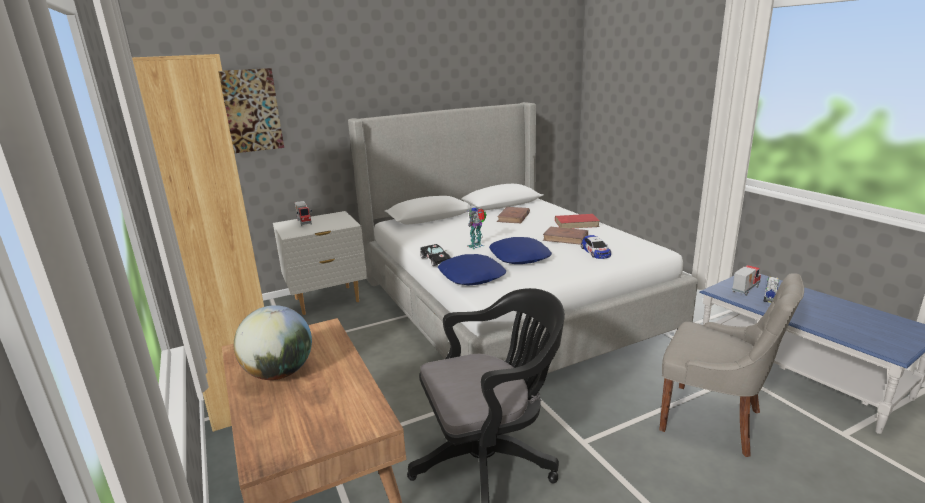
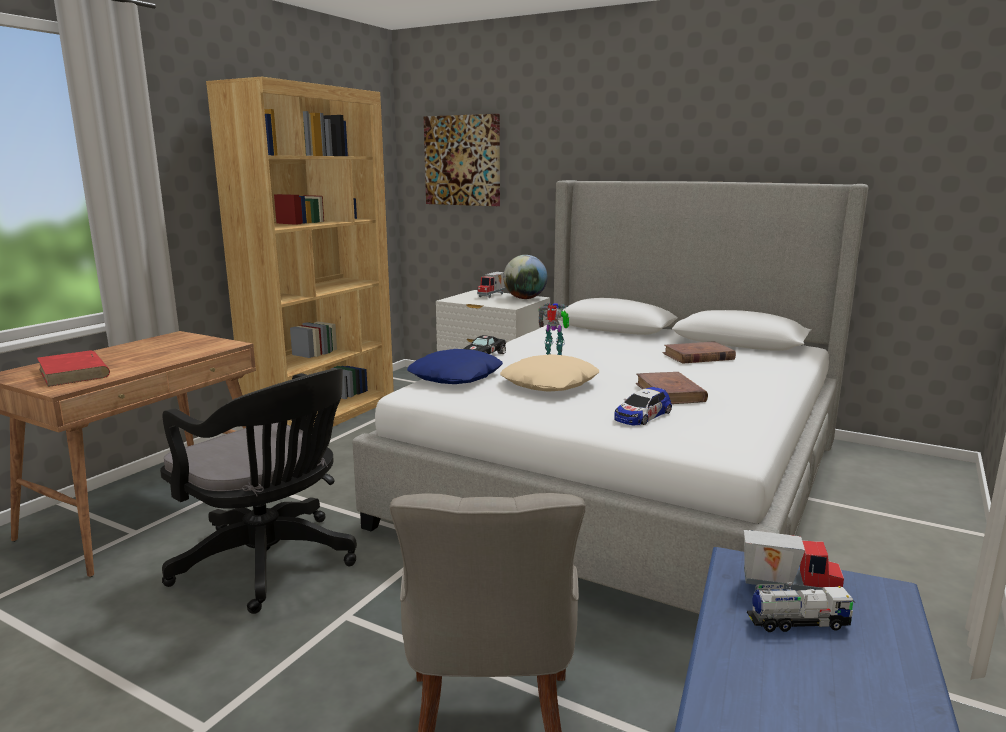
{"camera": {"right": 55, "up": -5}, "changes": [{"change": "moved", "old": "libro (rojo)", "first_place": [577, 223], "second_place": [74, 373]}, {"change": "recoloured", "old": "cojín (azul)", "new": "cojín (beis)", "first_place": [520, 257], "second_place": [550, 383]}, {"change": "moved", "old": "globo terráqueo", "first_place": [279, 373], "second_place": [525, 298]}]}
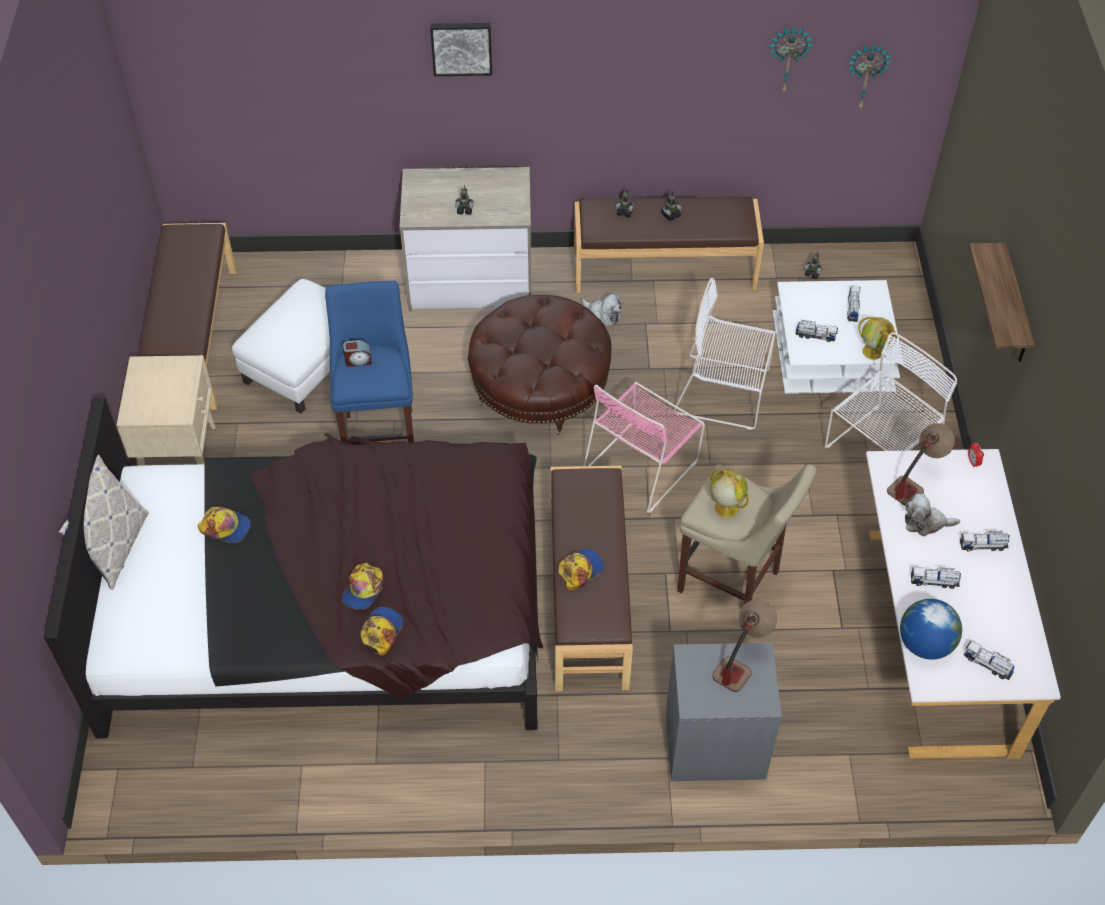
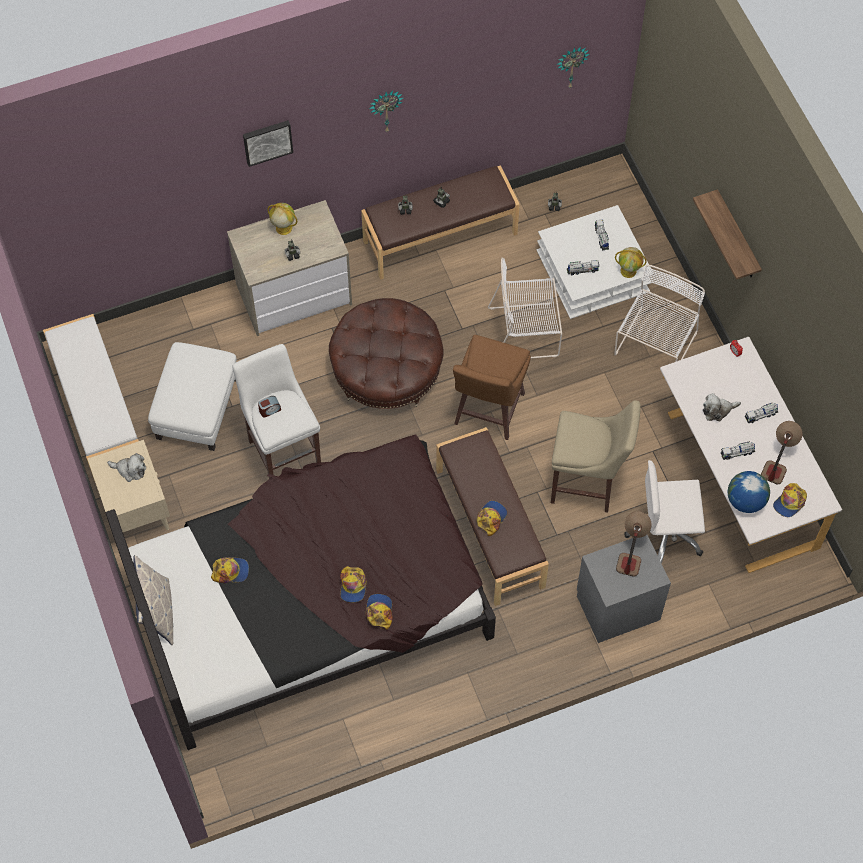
{"camera": {"right": -20, "up": 10}, "changes": [{"change": "moved", "old": "reloj de pared", "first_place": [788, 58], "second_place": [385, 110]}, {"change": "recoloured", "old": "banco (marrón)", "new": "banco (blanco)", "first_place": [194, 338], "second_place": [98, 413]}, {"change": "recoloured", "old": "taburete (azul)", "new": "taburete (blanco)", "first_place": [380, 435], "second_place": [283, 449]}, {"change": "moved", "old": "peluche", "first_place": [603, 314], "second_place": [130, 470]}, {"change": "replaced", "old": "silla (rosa)", "new": "taburete (marrón)", "first_place": [643, 464], "second_place": [488, 410]}, {"change": "moved", "old": "lámpara de mesa", "first_place": [915, 481], "second_place": [777, 462]}, {"change": "moved", "old": "globo terráqueo", "first_place": [725, 507], "second_place": [283, 228]}, {"change": "replaced", "old": "camión de juguete", "new": "gorra", "first_place": [987, 664], "second_place": [789, 502]}, {"change": "added", "new": "silla de oficina (blanco)", "second_place": [665, 534]}]}
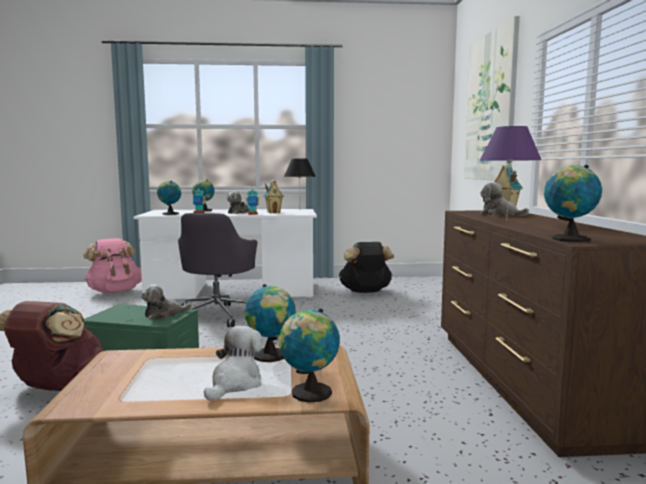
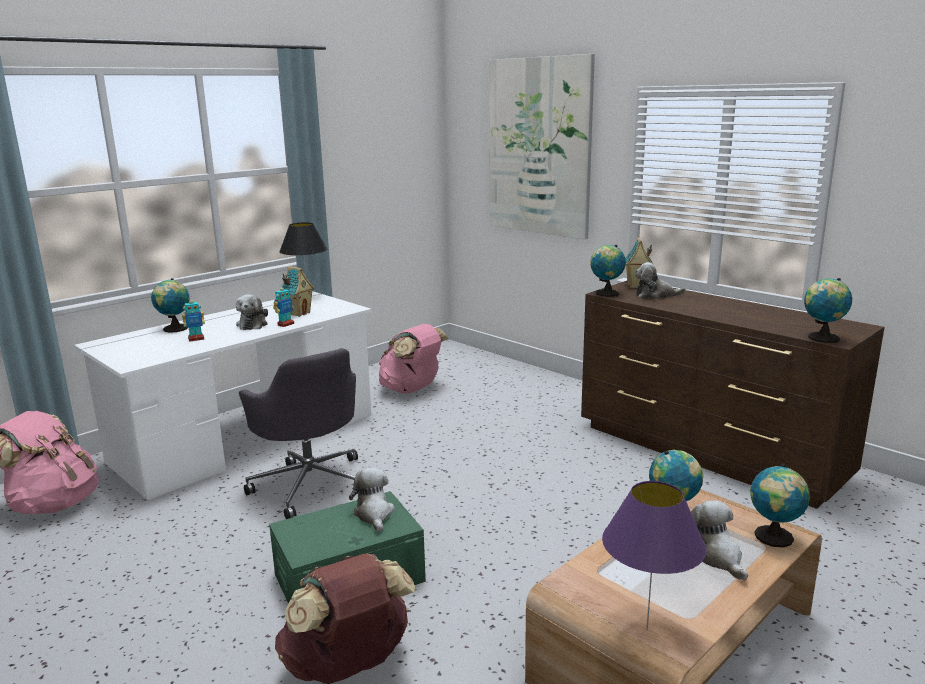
{"camera": {"right": -40, "up": 10}, "changes": [{"change": "moved", "old": "lámpara de mesa (morado)", "first_place": [506, 220], "second_place": [647, 629]}, {"change": "moved", "old": "globo terráqueo", "first_place": [169, 214], "second_place": [606, 293]}, {"change": "recoloured", "old": "mochila (negro)", "new": "mochila (rosa)", "first_place": [365, 292], "second_place": [412, 389]}, {"change": "turned", "old": "peluche", "first_place": [164, 314], "second_place": [374, 514], "degrees": 150}]}
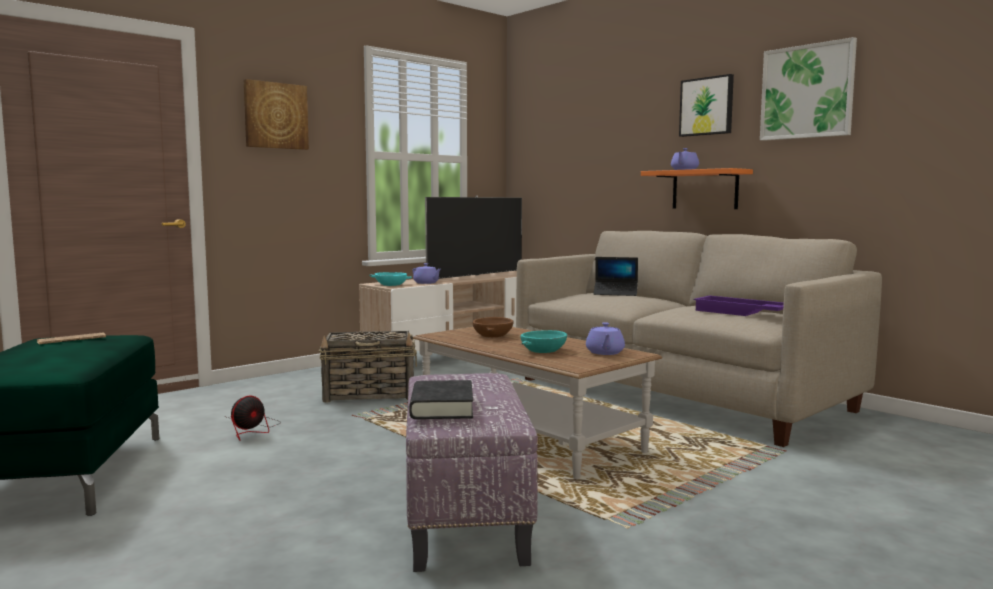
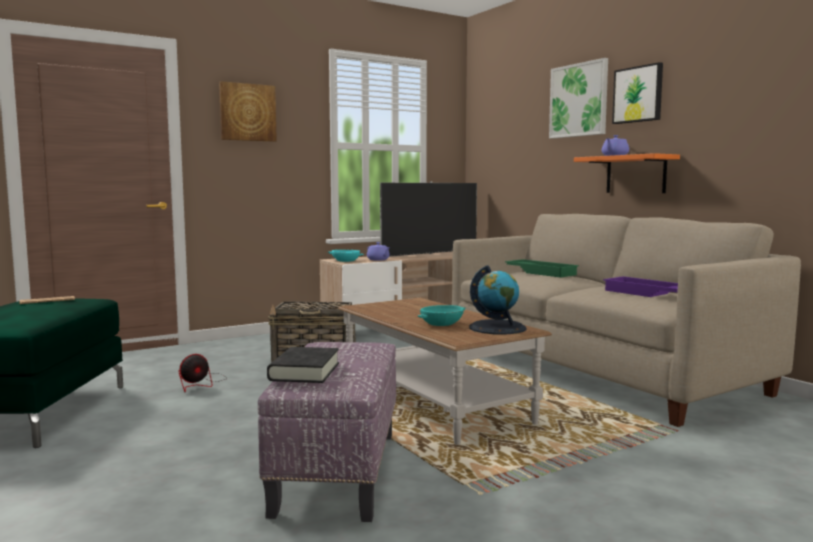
{"camera": {"right": 10, "up": 0}, "changes": [{"change": "moved", "old": "cuadro", "first_place": [807, 92], "second_place": [578, 100]}, {"change": "replaced", "old": "portátil", "new": "bandeja (verde)", "first_place": [615, 293], "second_place": [542, 272]}, {"change": "removed", "old": "cuenco (marrón)", "first_place": [493, 335]}, {"change": "replaced", "old": "tetera (morado)", "new": "globo terráqueo", "first_place": [605, 353], "second_place": [497, 328]}]}
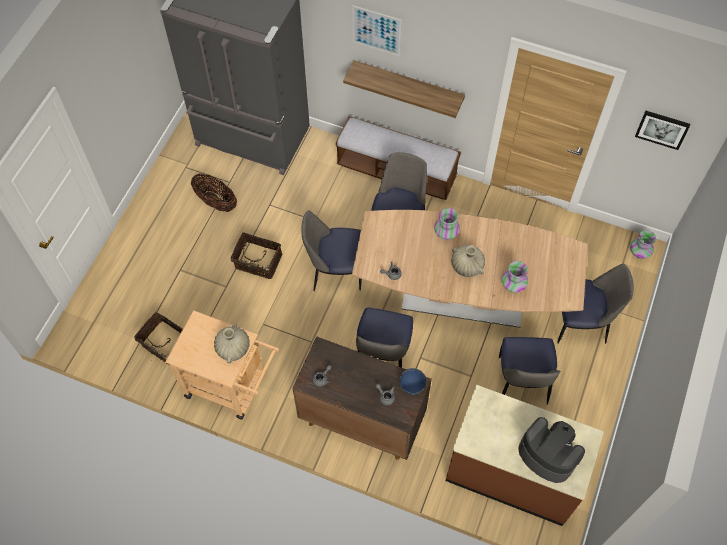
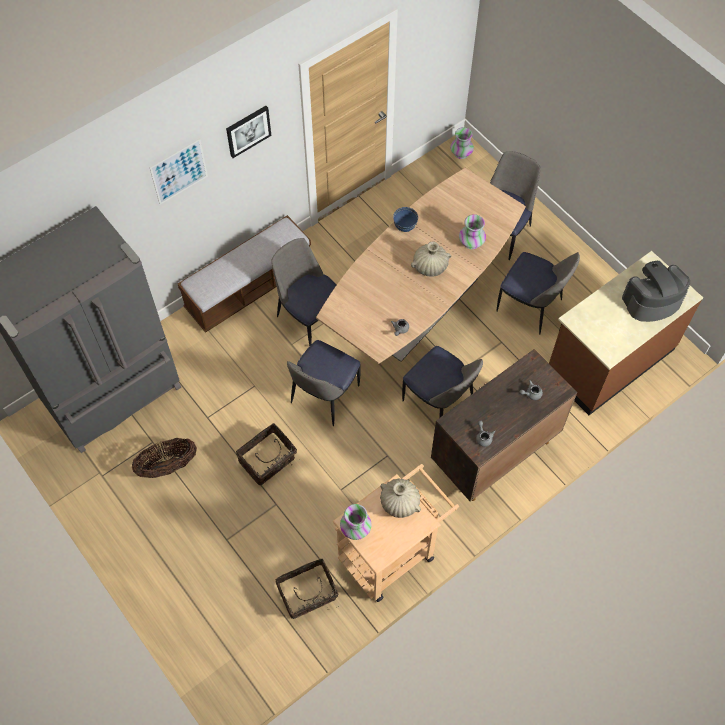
{"camera": {"right": -60, "up": 0}, "changes": [{"change": "removed", "old": "estante", "first_place": [408, 85]}, {"change": "moved", "old": "cuadro", "first_place": [662, 129], "second_place": [248, 131]}, {"change": "moved", "old": "florero", "first_place": [446, 233], "second_place": [355, 529]}, {"change": "moved", "old": "cuenco (azul)", "first_place": [412, 387], "second_place": [404, 227]}]}
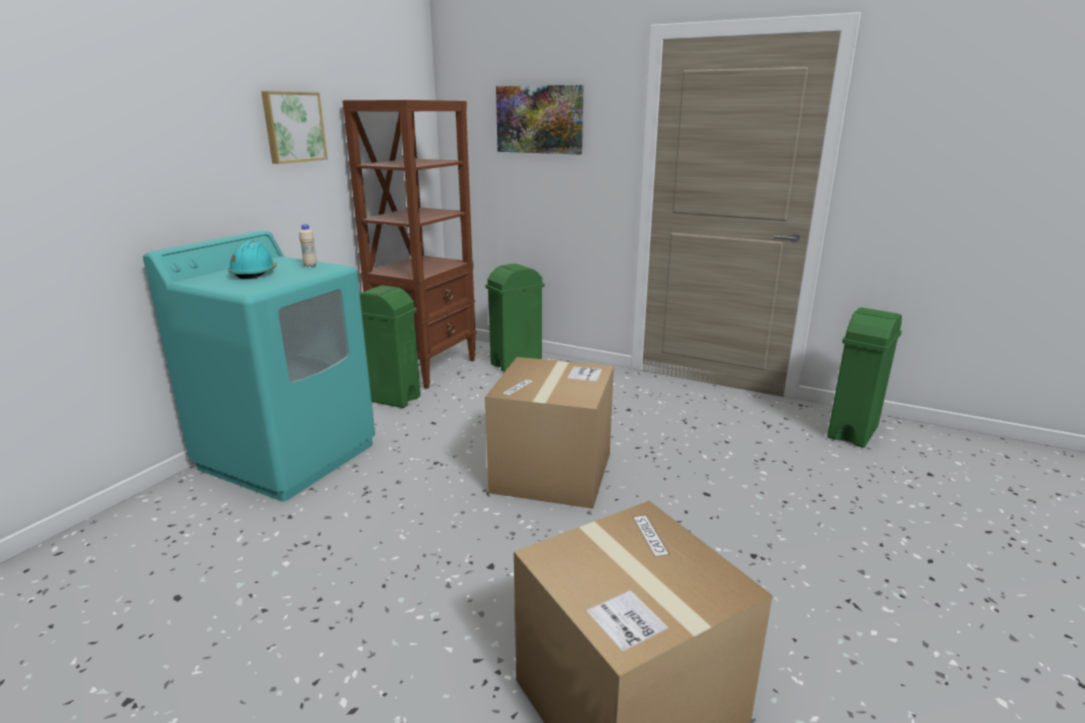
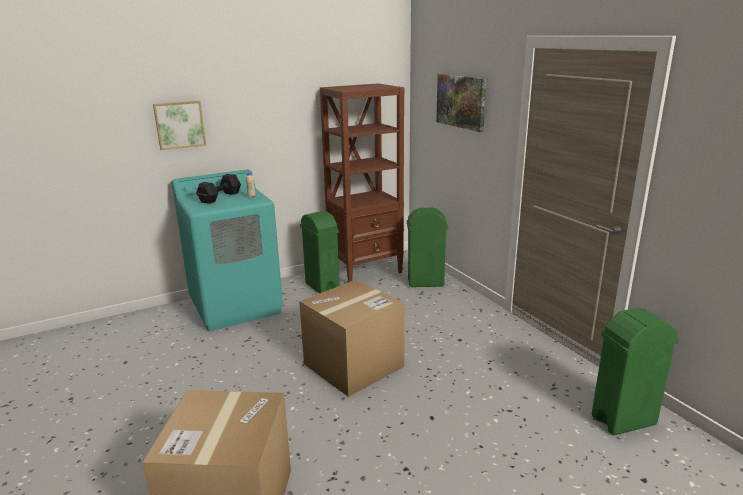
{"camera": {"right": 35, "up": 0}, "changes": [{"change": "moved", "old": "cuadro", "first_place": [293, 127], "second_place": [179, 124]}, {"change": "replaced", "old": "casco (turquesa)", "new": "mancuerna (negro)", "first_place": [254, 273], "second_place": [219, 197]}]}
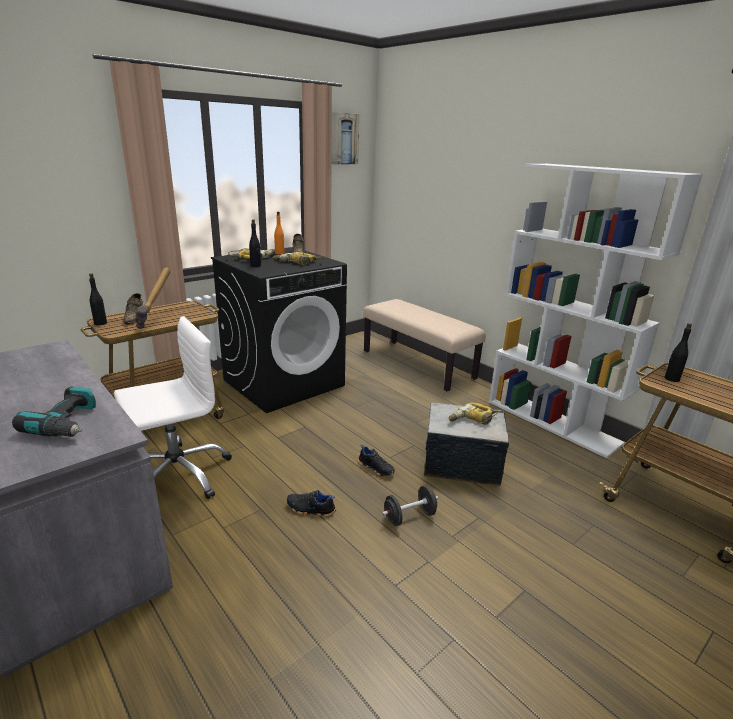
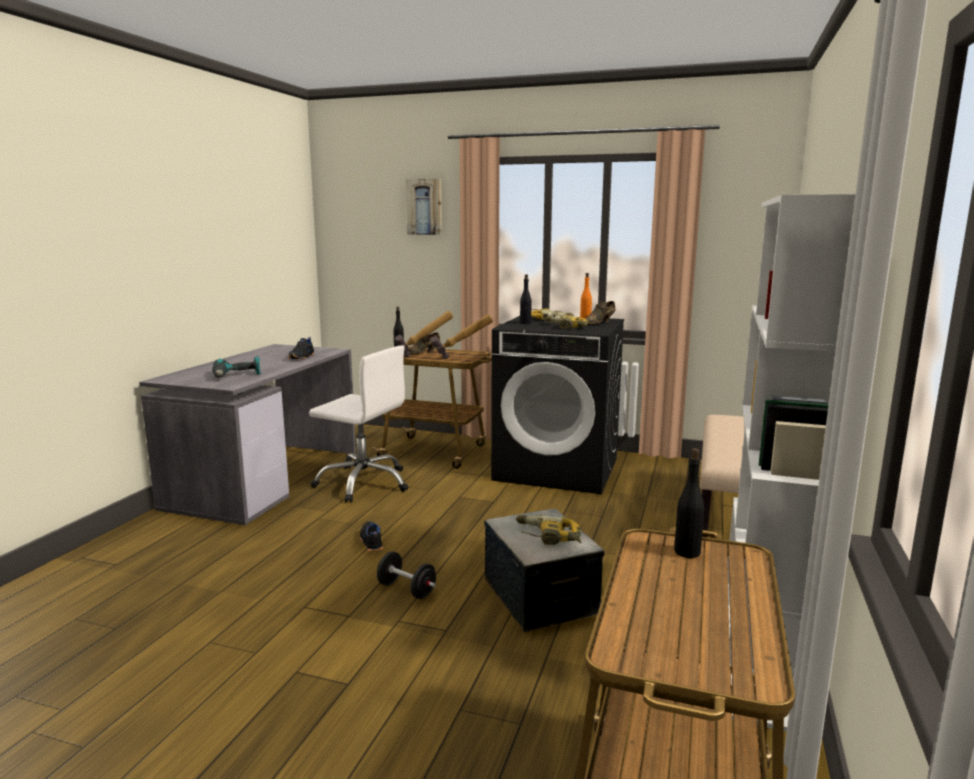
{"camera": {"right": 60, "up": -10}, "changes": [{"change": "moved", "old": "cuadro", "first_place": [343, 139], "second_place": [425, 207]}, {"change": "moved", "old": "zapato (negro)", "first_place": [376, 468], "second_place": [302, 357]}, {"change": "added", "new": "martillo", "second_place": [462, 360]}]}
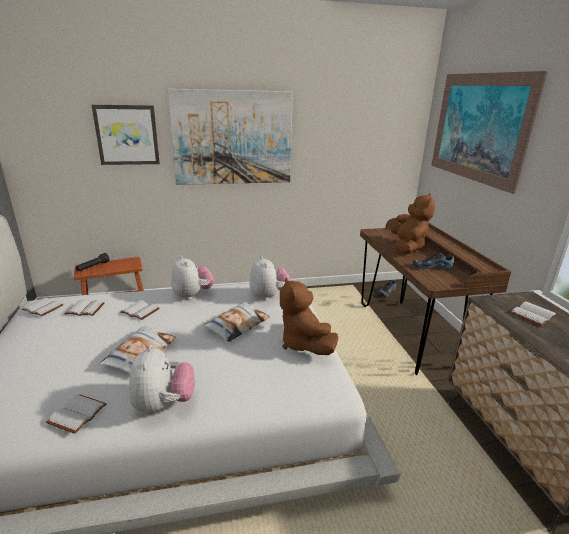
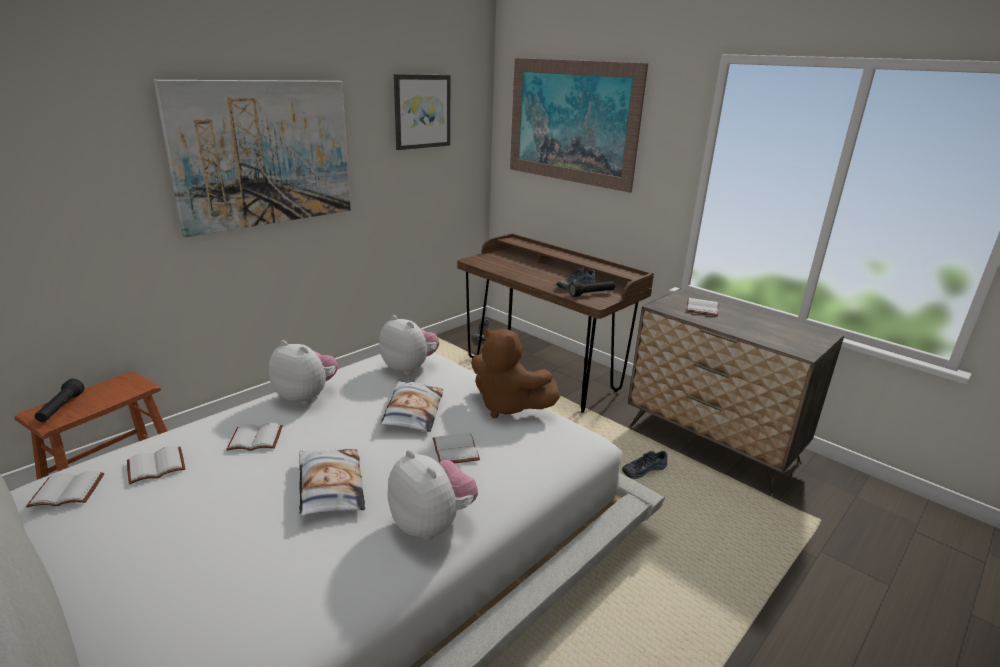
{"camera": {"right": -35, "up": 0}, "changes": [{"change": "moved", "old": "cuadro", "first_place": [127, 135], "second_place": [422, 111]}, {"change": "removed", "old": "peluche (marrón)", "first_place": [407, 247]}, {"change": "moved", "old": "libro (blanco)", "first_place": [77, 413], "second_place": [454, 450]}, {"change": "added", "new": "linterna (negro)", "second_place": [592, 294]}, {"change": "added", "new": "zapato", "second_place": [643, 469]}]}
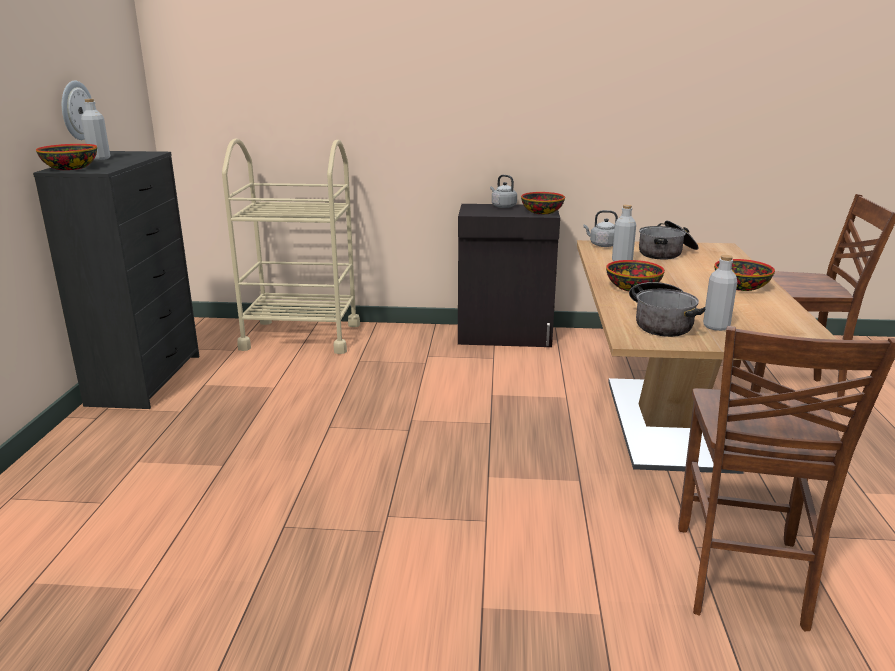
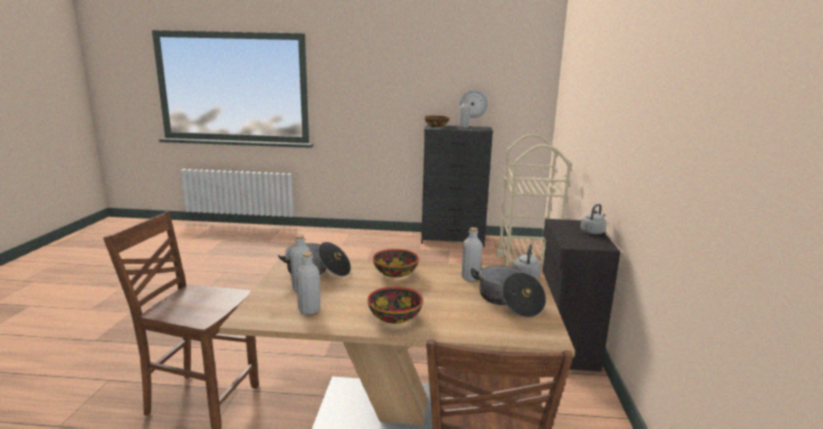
{"camera": {"right": 90, "up": -5}, "changes": [{"change": "removed", "old": "cuenco", "first_place": [542, 212]}, {"change": "added", "new": "botella (gris)", "second_place": [309, 310]}]}
